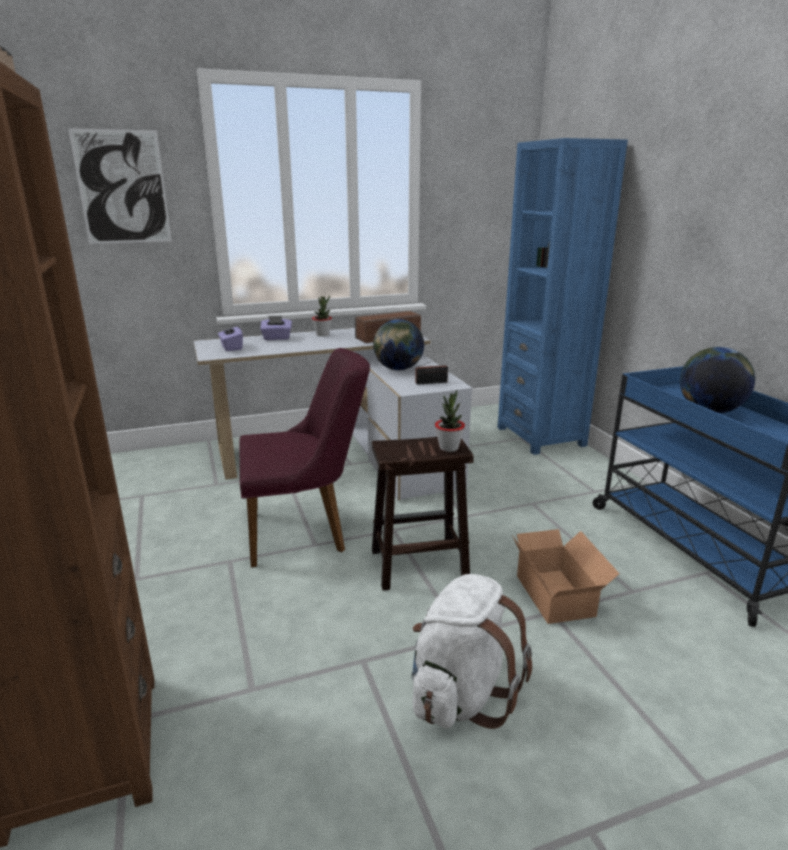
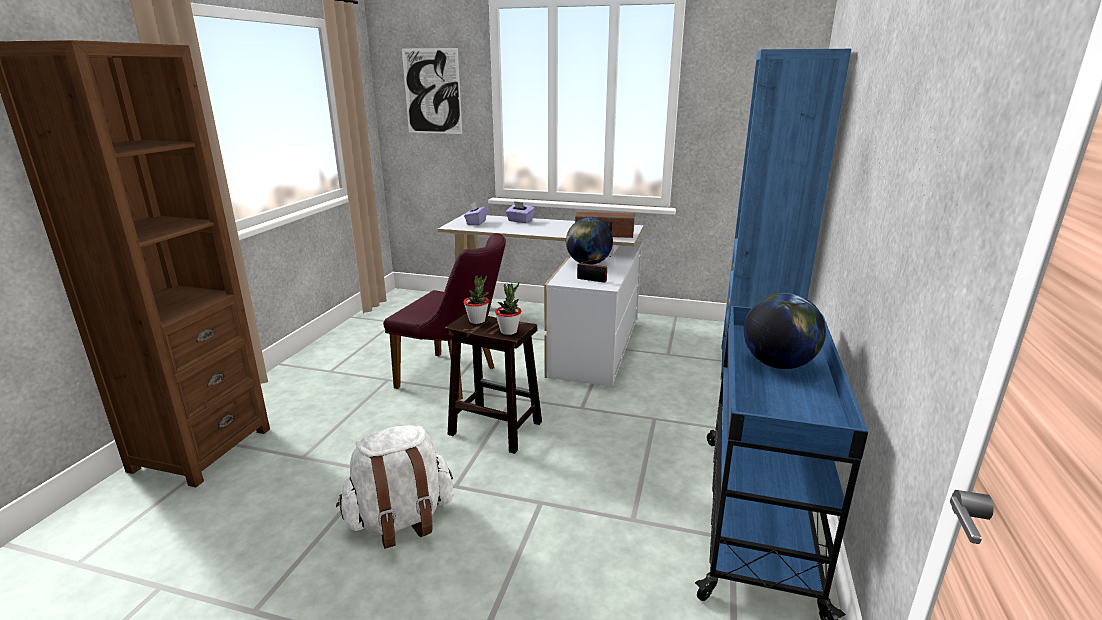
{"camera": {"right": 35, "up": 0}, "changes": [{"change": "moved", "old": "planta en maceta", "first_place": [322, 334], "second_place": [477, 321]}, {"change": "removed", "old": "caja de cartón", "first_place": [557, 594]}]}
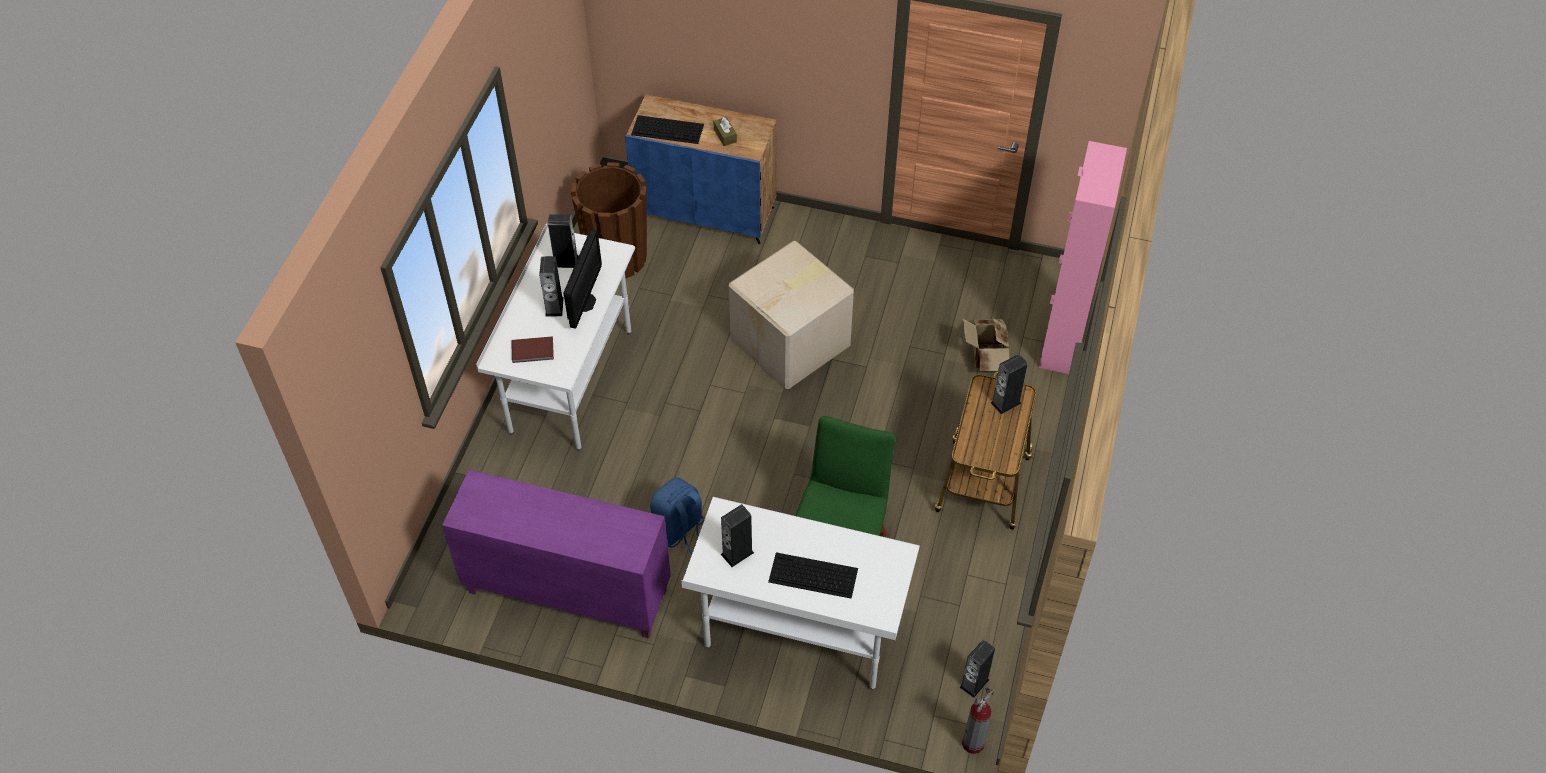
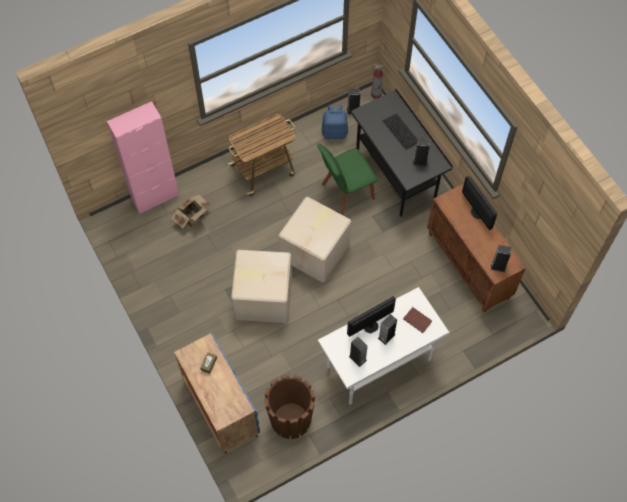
{"camera": {"right": -135, "up": 10}, "changes": [{"change": "removed", "old": "teclado", "first_place": [668, 129]}, {"change": "moved", "old": "altavoz", "first_place": [1005, 403], "second_place": [498, 266]}, {"change": "recoloured", "old": "armario (morado)", "new": "armario (marrón)", "first_place": [566, 592], "second_place": [469, 266]}, {"change": "moved", "old": "mochila (azul)", "first_place": [679, 530], "second_place": [334, 132]}, {"change": "recoloured", "old": "escritorio (blanco)", "new": "escritorio (negro)", "first_place": [799, 634], "second_place": [395, 176]}, {"change": "added", "new": "monitor", "second_place": [477, 212]}, {"change": "added", "new": "caja de cartón", "second_place": [316, 251]}]}
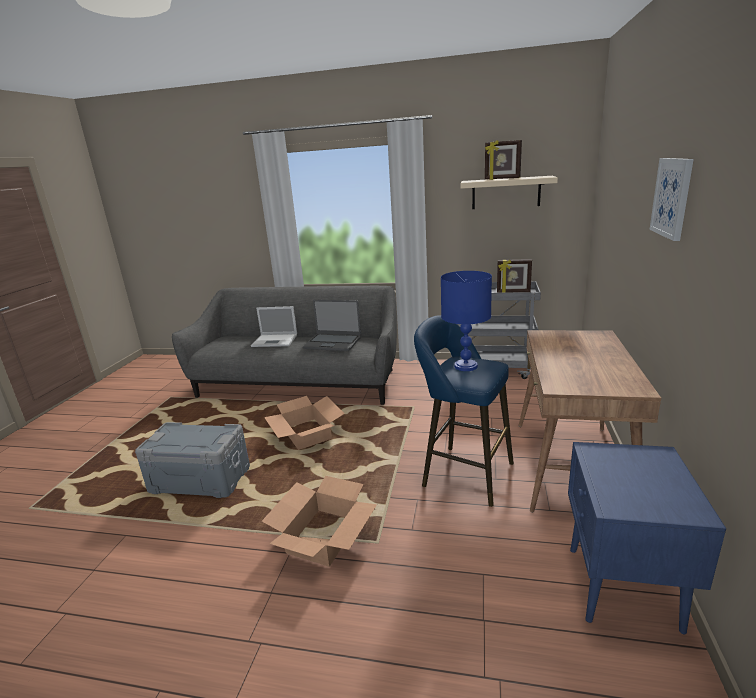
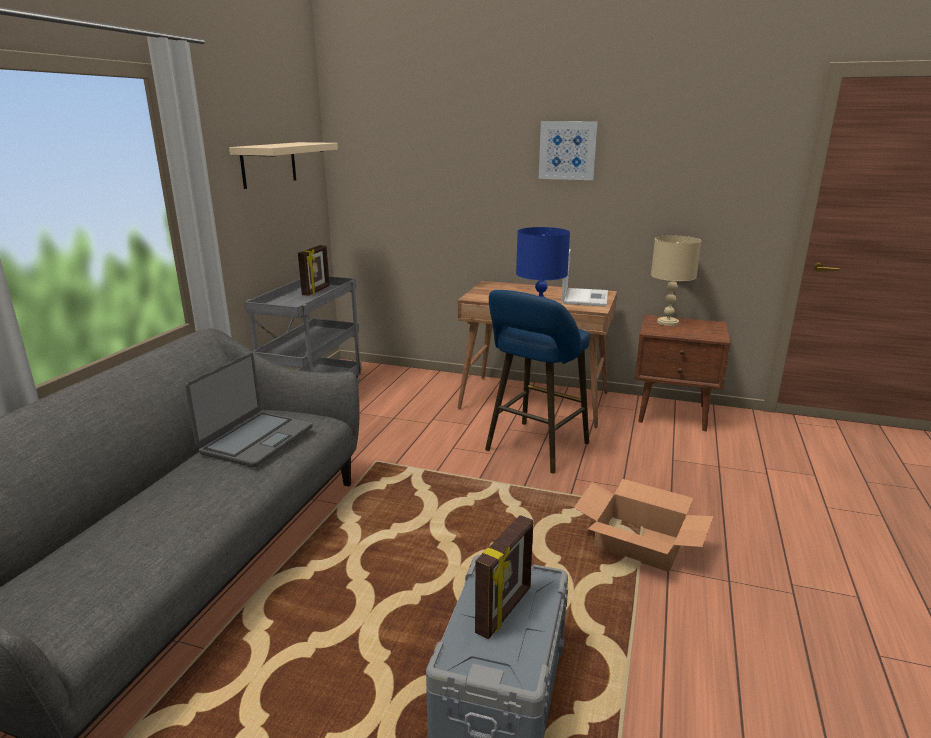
{"camera": {"right": -85, "up": 0}, "changes": [{"change": "moved", "old": "portarretratos", "first_place": [502, 179], "second_place": [505, 611]}, {"change": "moved", "old": "portátil", "first_place": [275, 340], "second_place": [584, 297]}, {"change": "removed", "old": "caja de cartón", "first_place": [307, 434]}, {"change": "recoloured", "old": "mesita de noche (azul)", "new": "mesita de noche (marrón)", "first_place": [621, 588], "second_place": [674, 414]}, {"change": "added", "new": "lámpara de mesa (beis)", "second_place": [667, 322]}]}
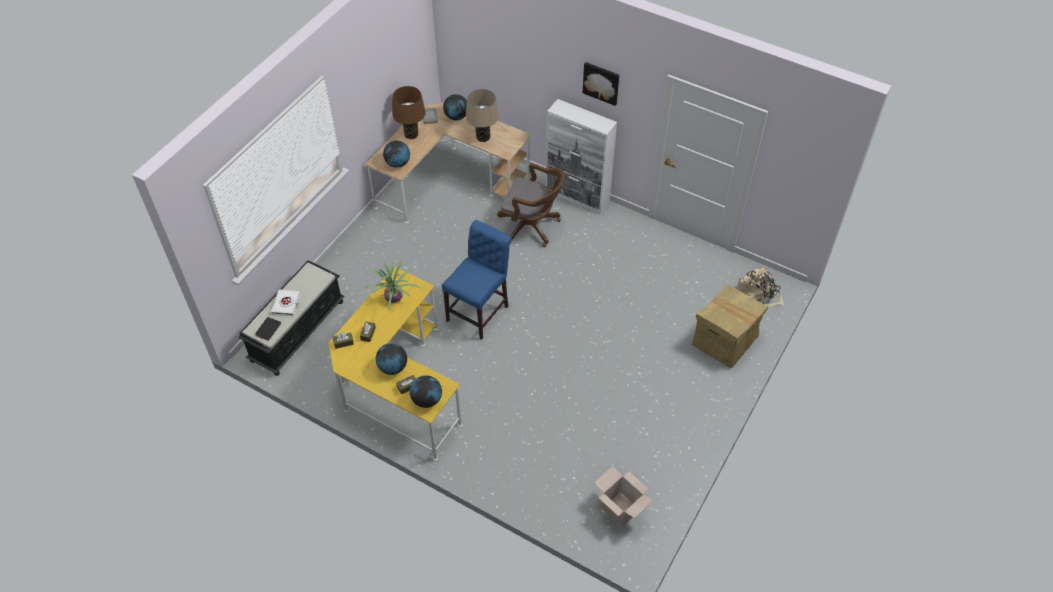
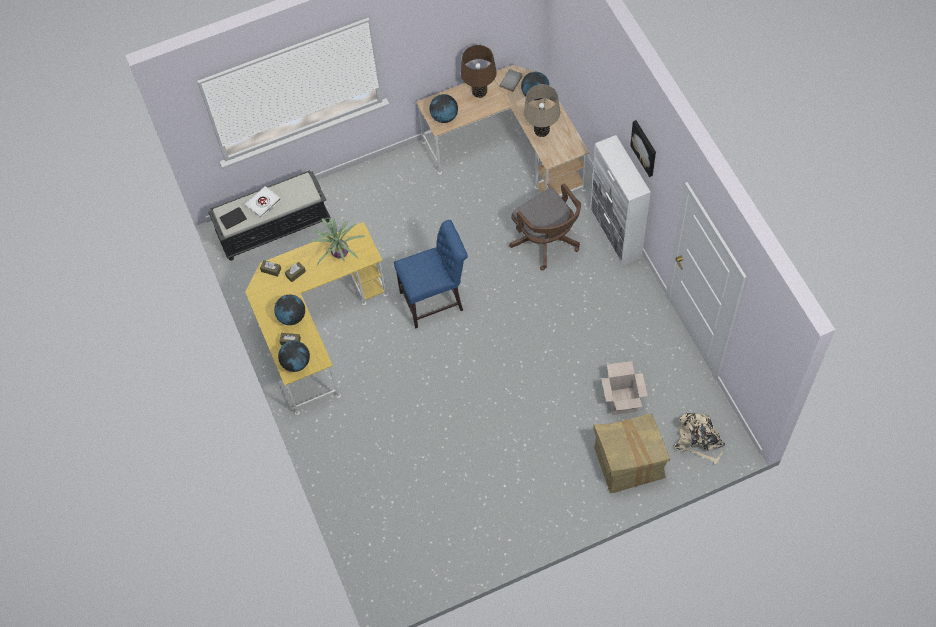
{"camera": {"right": 40, "up": 10}, "changes": [{"change": "moved", "old": "caja de cartón", "first_place": [620, 509], "second_place": [622, 401]}]}
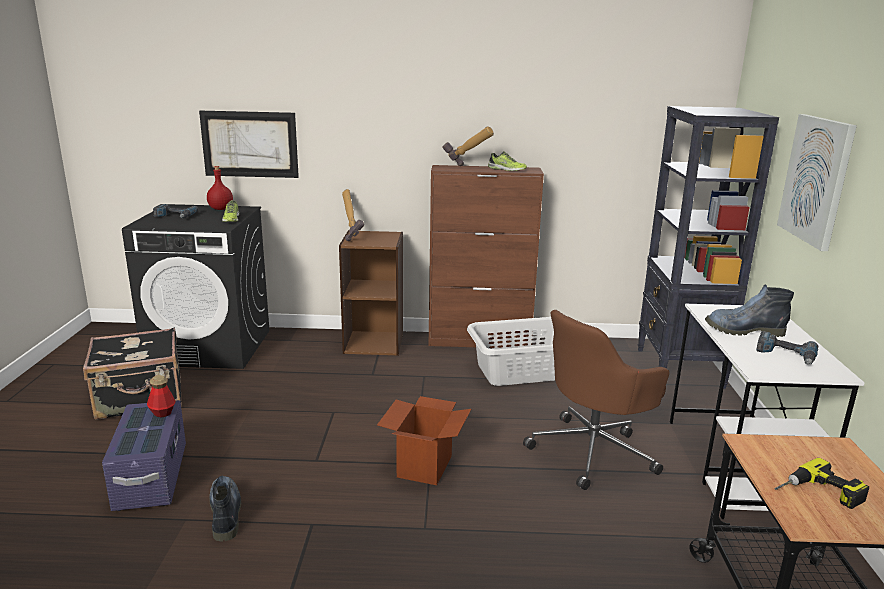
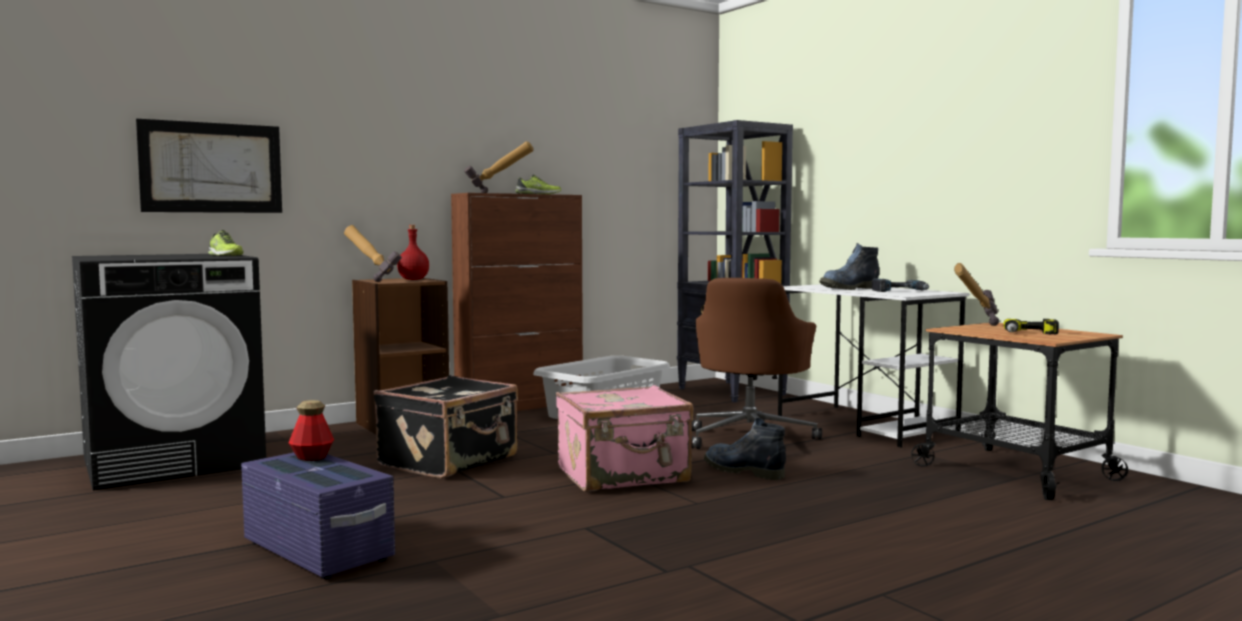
{"camera": {"right": -35, "up": -15}, "changes": [{"change": "removed", "old": "cuadro", "first_place": [816, 180]}, {"change": "moved", "old": "botella (rojo)", "first_place": [220, 209], "second_place": [413, 279]}, {"change": "removed", "old": "taladro", "first_place": [174, 216]}, {"change": "moved", "old": "maleta (negro)", "first_place": [140, 399], "second_place": [450, 461]}, {"change": "replaced", "old": "caja de cartón", "new": "maleta (rosa)", "first_place": [424, 466], "second_place": [624, 476]}, {"change": "moved", "old": "bota", "first_place": [224, 512], "second_place": [742, 470]}, {"change": "added", "new": "martillo", "second_place": [972, 326]}]}
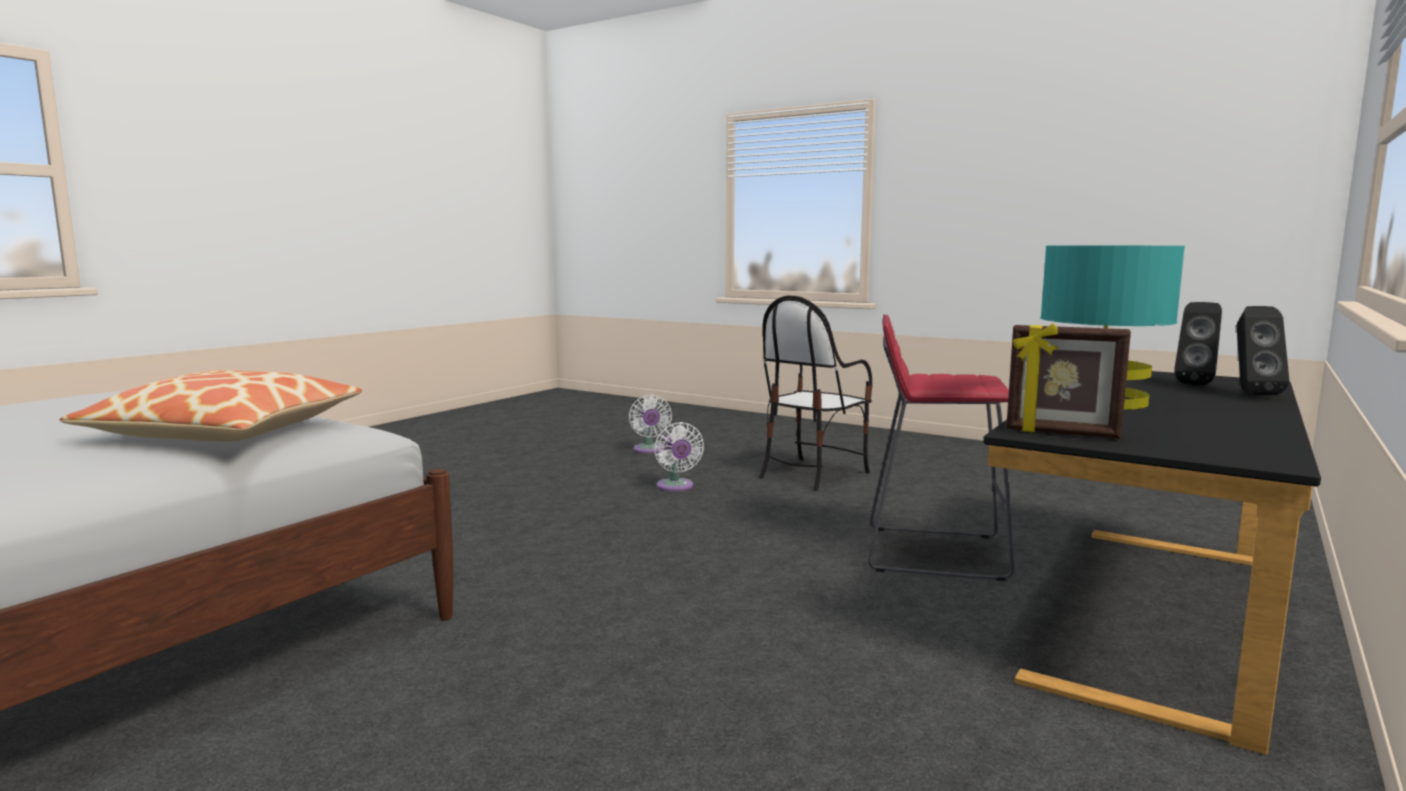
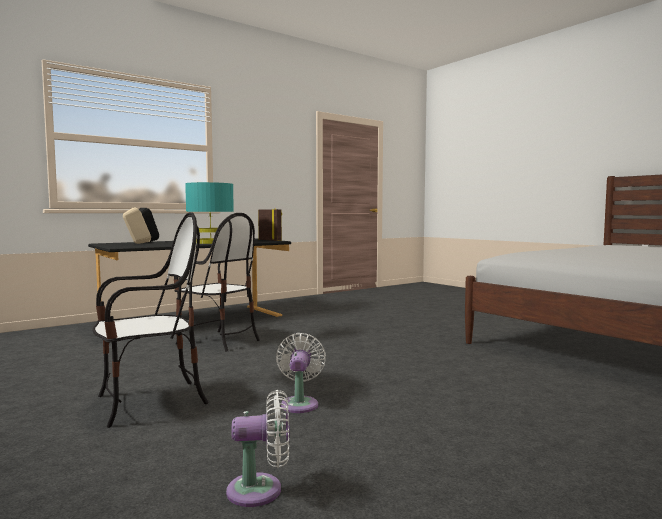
{"camera": {"right": -160, "up": -5}, "changes": [{"change": "recoloured", "old": "altavoz (negro)", "new": "altavoz (beis)", "first_place": [1194, 384], "second_place": [137, 243]}, {"change": "replaced", "old": "taburete (rojo)", "new": "silla", "first_place": [933, 552], "second_place": [218, 341]}, {"change": "removed", "old": "cojín", "first_place": [226, 432]}, {"change": "turned", "old": "ventilador (blanco)", "first_place": [649, 450], "second_place": [261, 490], "degrees": 75}]}
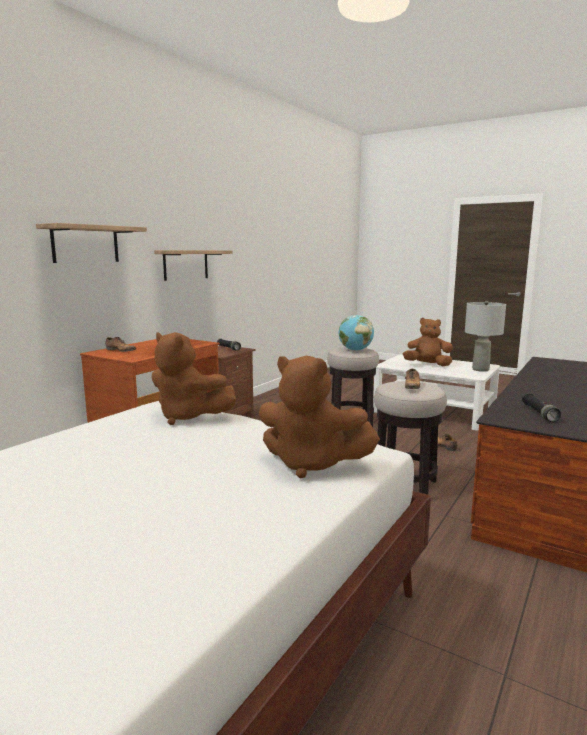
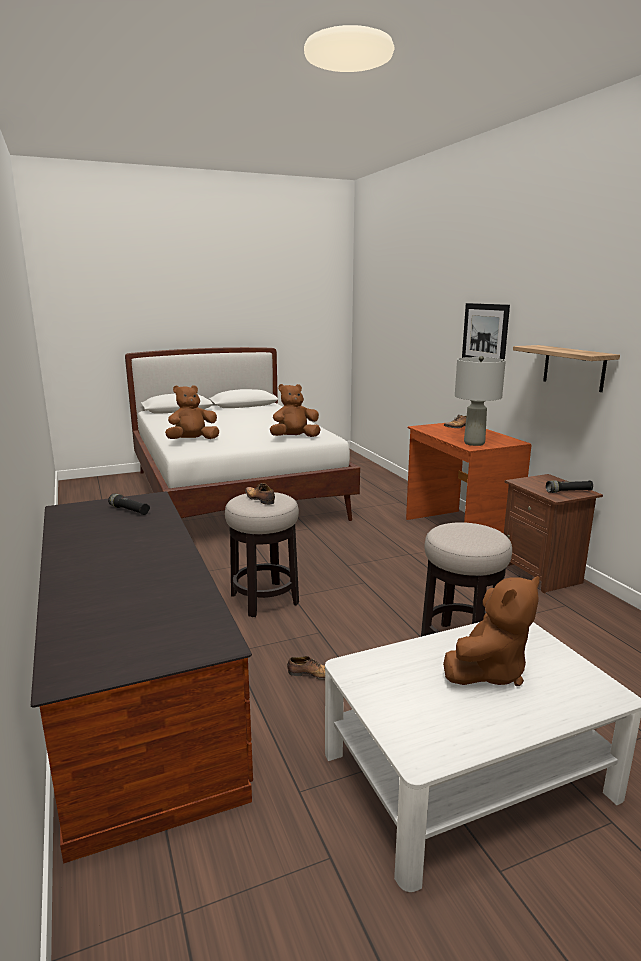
{"camera": {"right": 125, "up": 5}, "changes": [{"change": "replaced", "old": "estante", "new": "cuadro", "first_place": [85, 244], "second_place": [485, 333]}, {"change": "moved", "old": "lámpara de mesa (gris)", "first_place": [481, 369], "second_place": [473, 443]}, {"change": "removed", "old": "globo terráqueo", "first_place": [355, 350]}]}
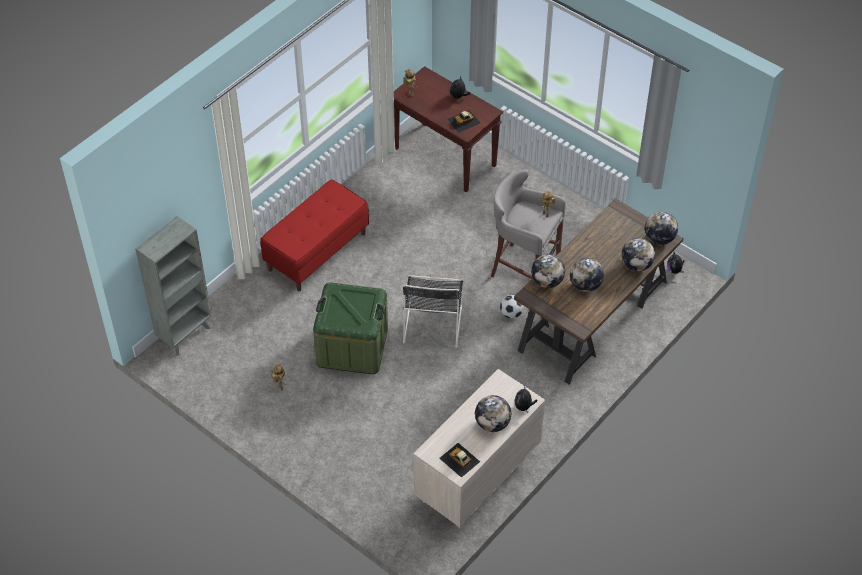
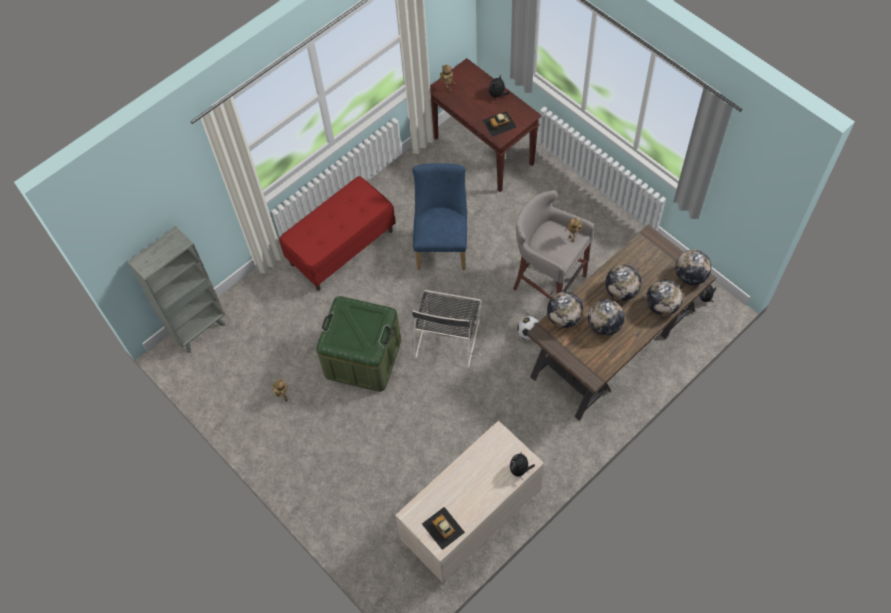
{"camera": {"right": 10, "up": 10}, "changes": [{"change": "moved", "old": "globo terráqueo", "first_place": [492, 424], "second_place": [621, 291]}, {"change": "added", "new": "silla (azul)", "second_place": [442, 244]}]}
